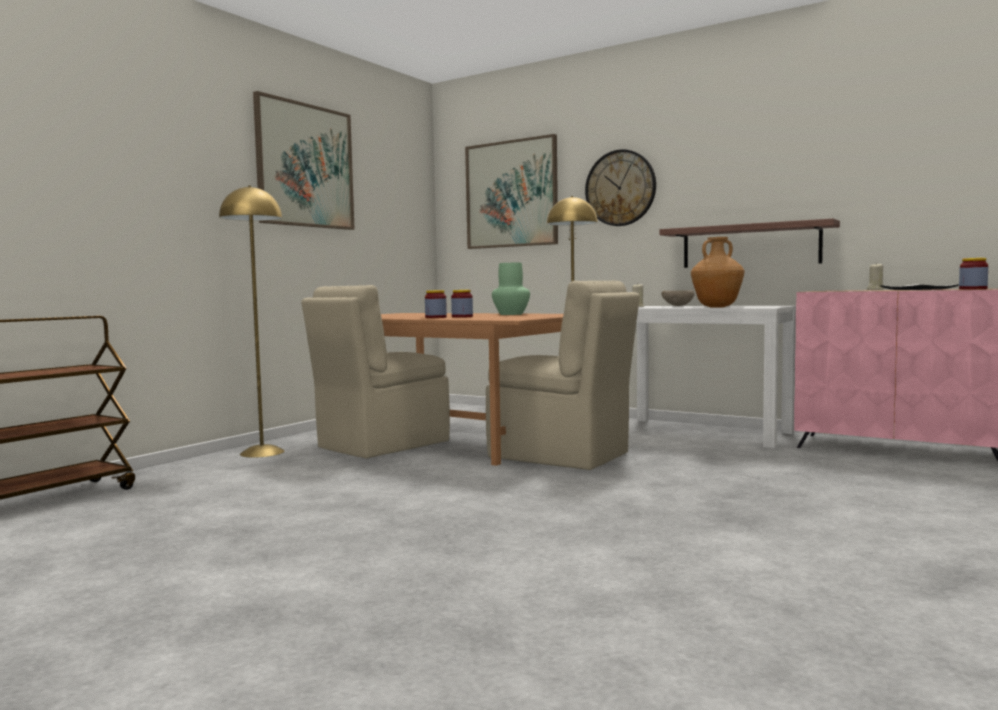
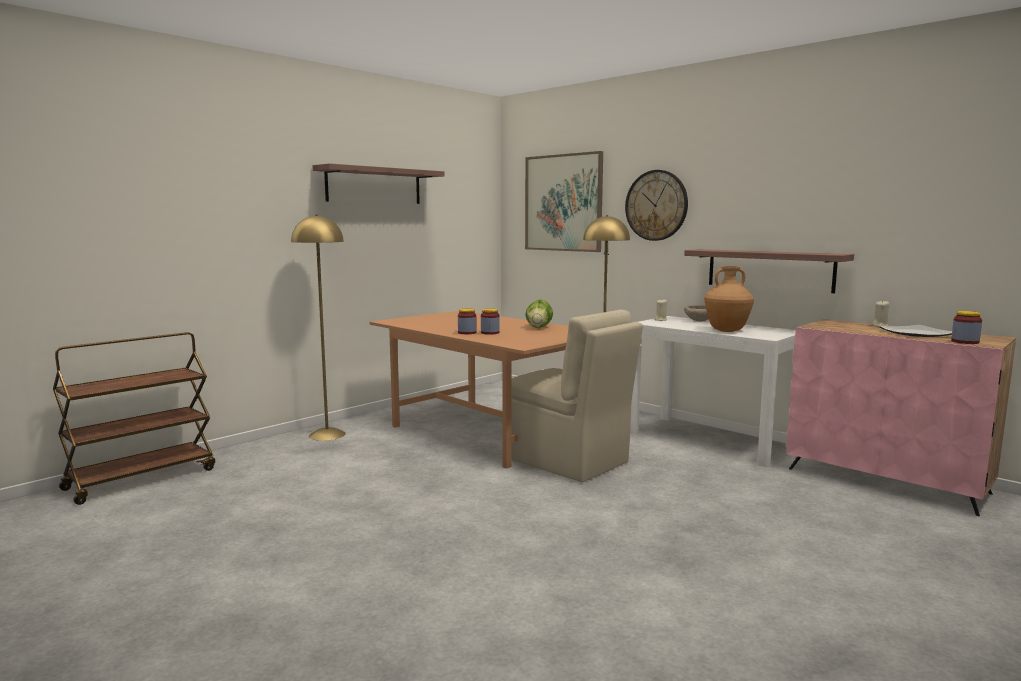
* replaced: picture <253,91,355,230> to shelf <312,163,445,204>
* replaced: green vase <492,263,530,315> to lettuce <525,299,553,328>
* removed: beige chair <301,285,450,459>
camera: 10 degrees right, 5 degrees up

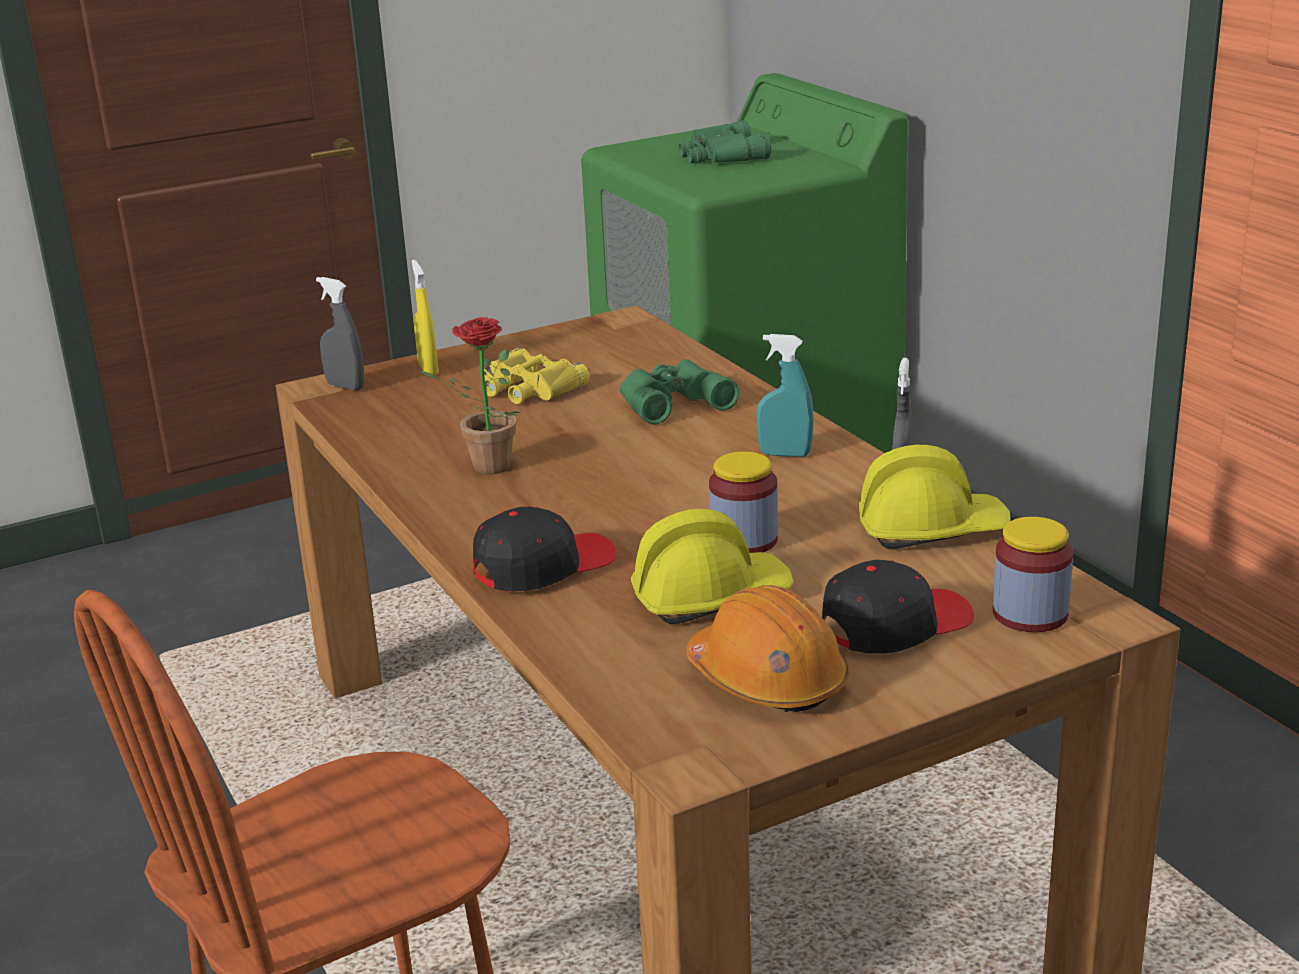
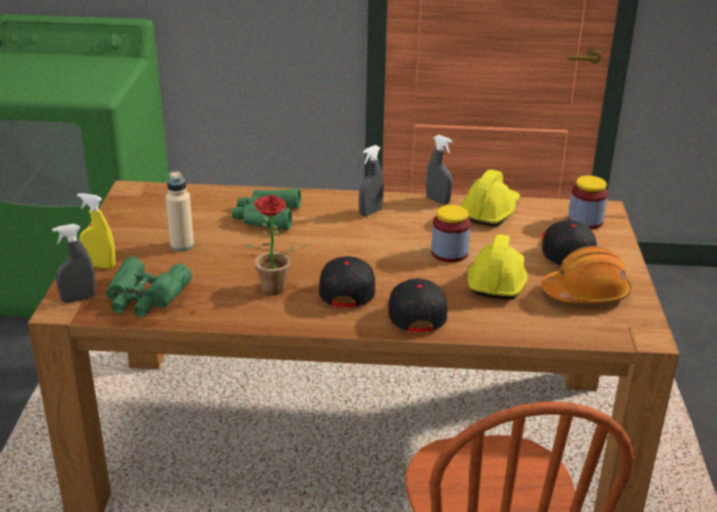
* moved: green binoculars <678,120,771,163> to <106,257,192,317>
* recoloured: turquoise spray bottle <757,334,814,457> to grey spray bottle <359,145,384,216>
* replaced: yellow binoculars <484,348,590,404> to beige bottle <166,171,194,251>
* added: black cap <319,256,375,307>
camera: 60 degrees left, 5 degrees up

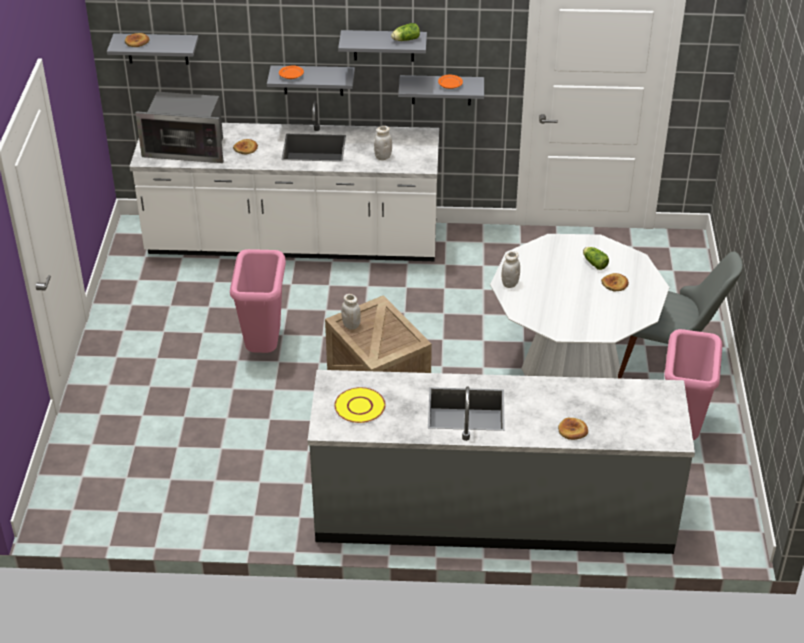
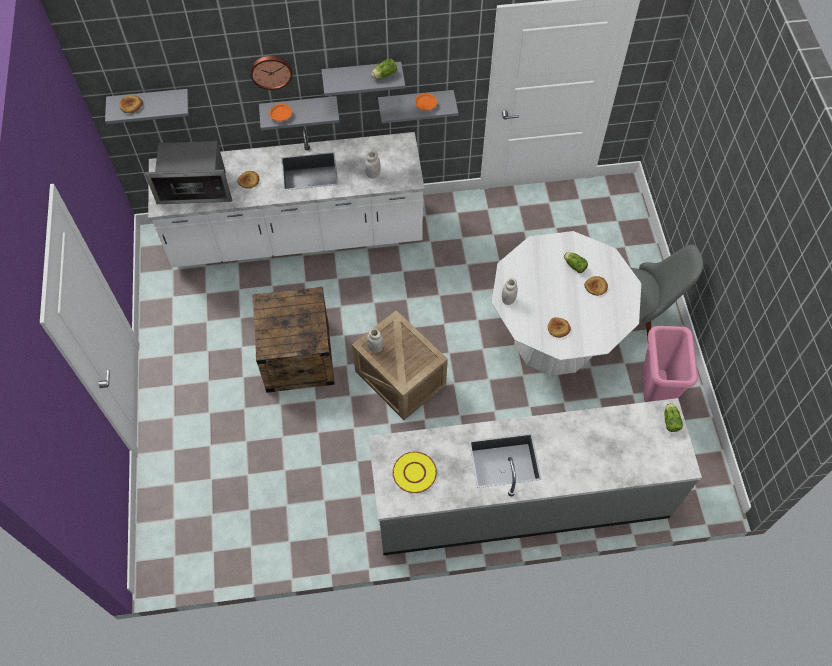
* replaced: pink trash can <230,249,286,353> to crate <252,287,335,393>
* moved: bread <558,418,588,440> to <548,317,571,338>
* added: wall clock <250,56,293,90>
* added: lettuce <664,403,683,432>
camera: 10 degrees left, 20 degrees up

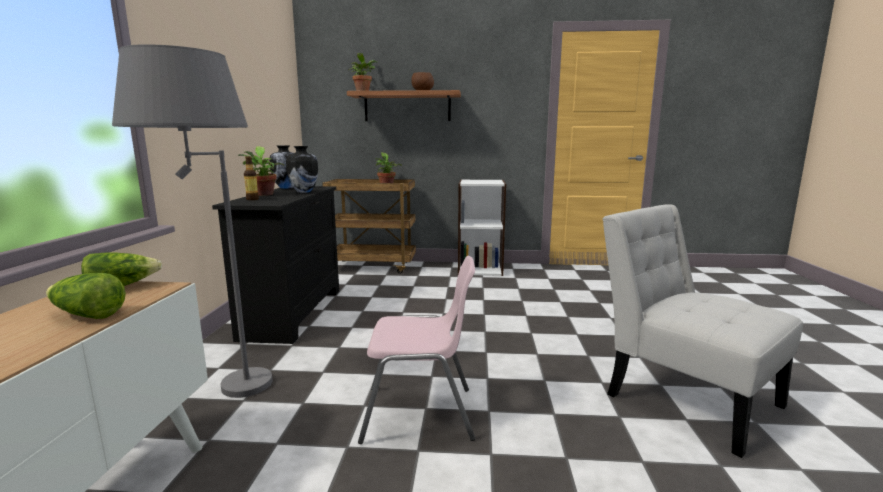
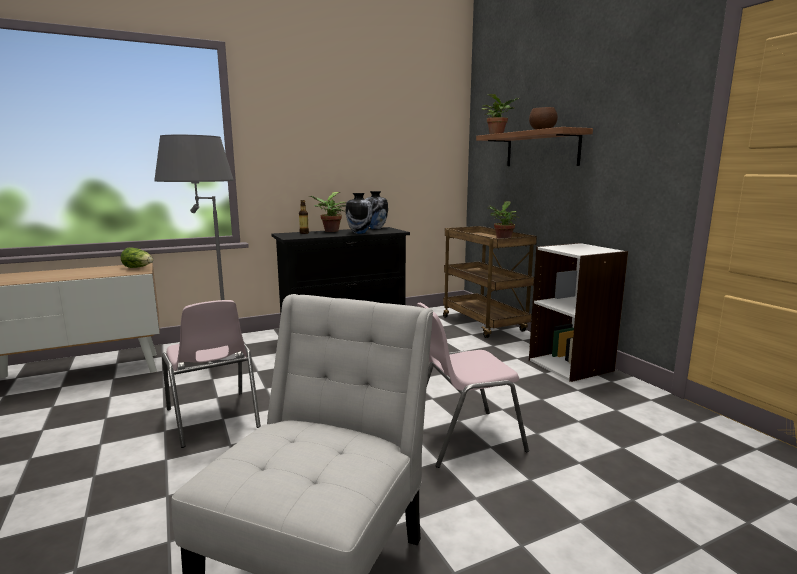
* removed: lettuce <46,273,126,319>
* added: pink chair <417,302,529,468>
camera: 60 degrees right, 0 degrees up

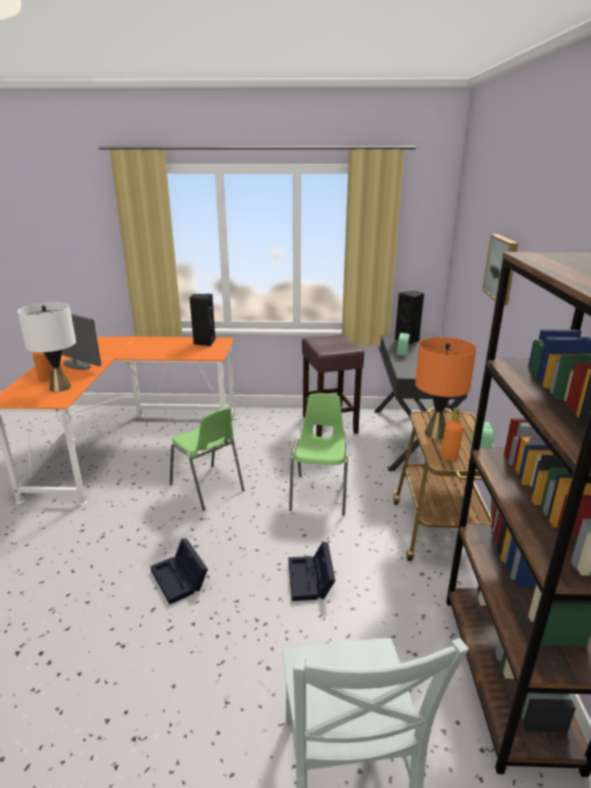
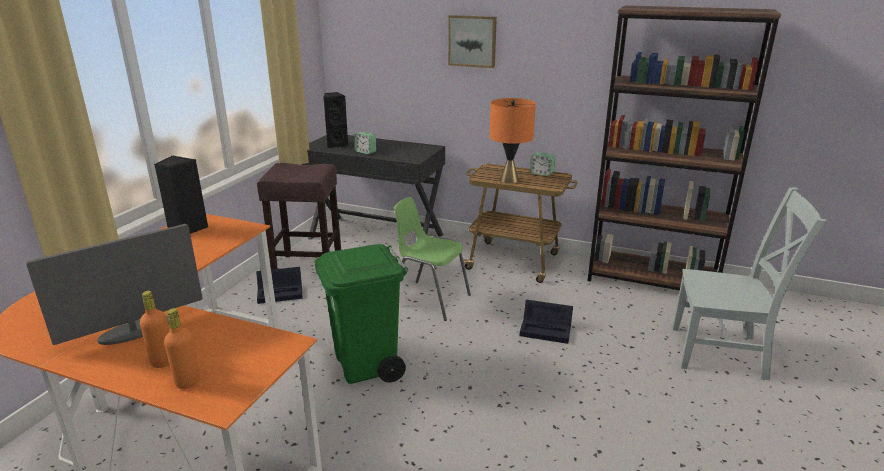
* removed: white table lamp <17,302,76,392>
* replaced: green chair <170,407,245,511> to green trash can <314,244,408,384>
* moved: orange bottle <442,408,463,461> to <164,308,200,389>
* moved: black storage box <150,539,208,604> to <256,267,303,304>
camera: 70 degrees left, 0 degrees up

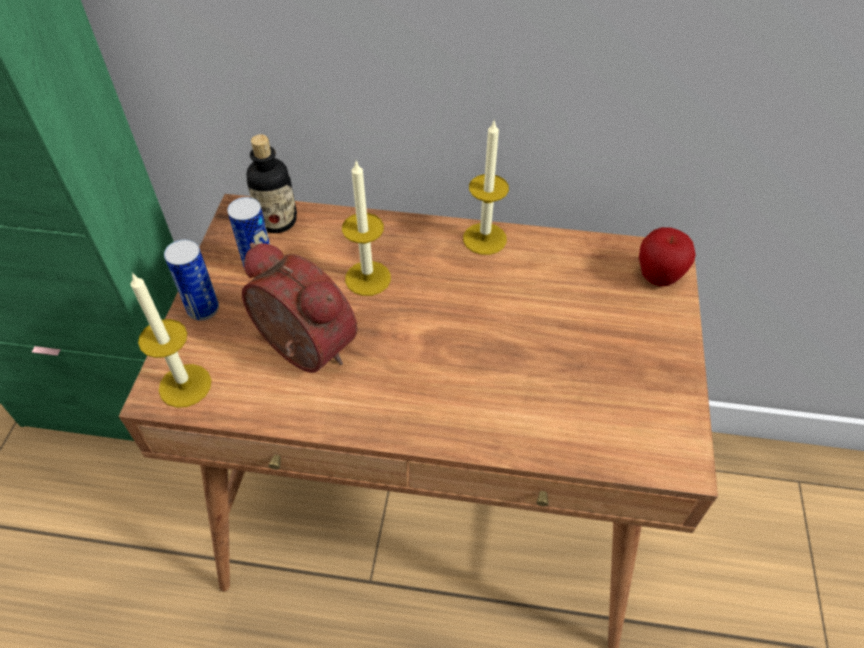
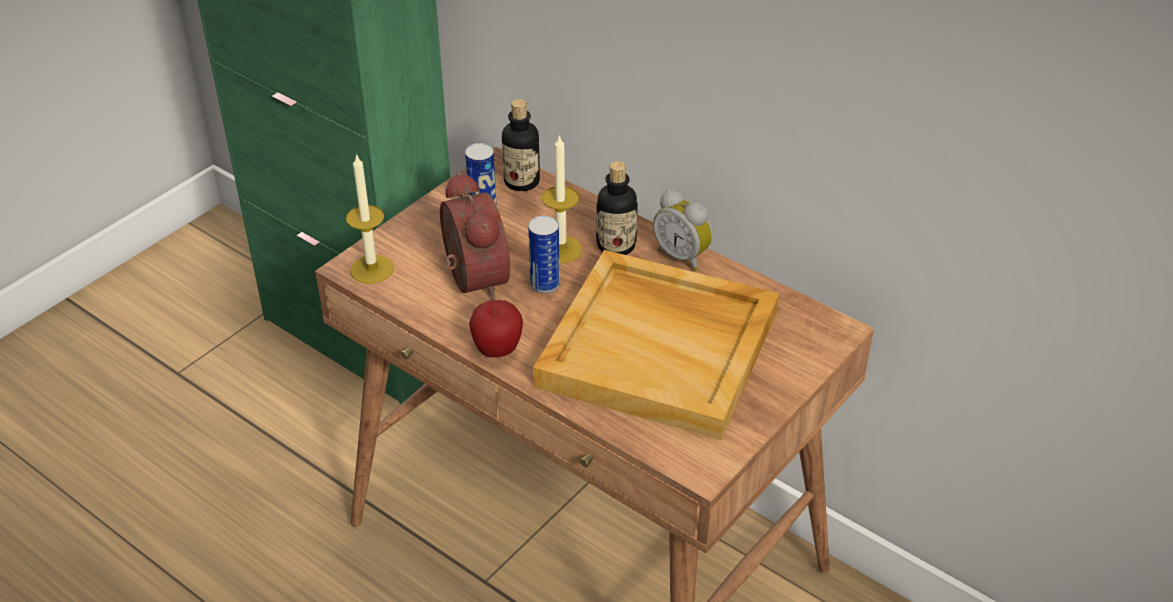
* replaced: candle <463,119,509,255> to alarm clock <653,190,713,271>
* moved: apple <639,227,696,286> to <469,300,523,357>
* moved: can <164,239,219,320> to <528,216,560,294>
* added: bottle <596,161,638,255>
* added: beige tray <533,250,779,440>
camera: 30 degrees right, 10 degrees down

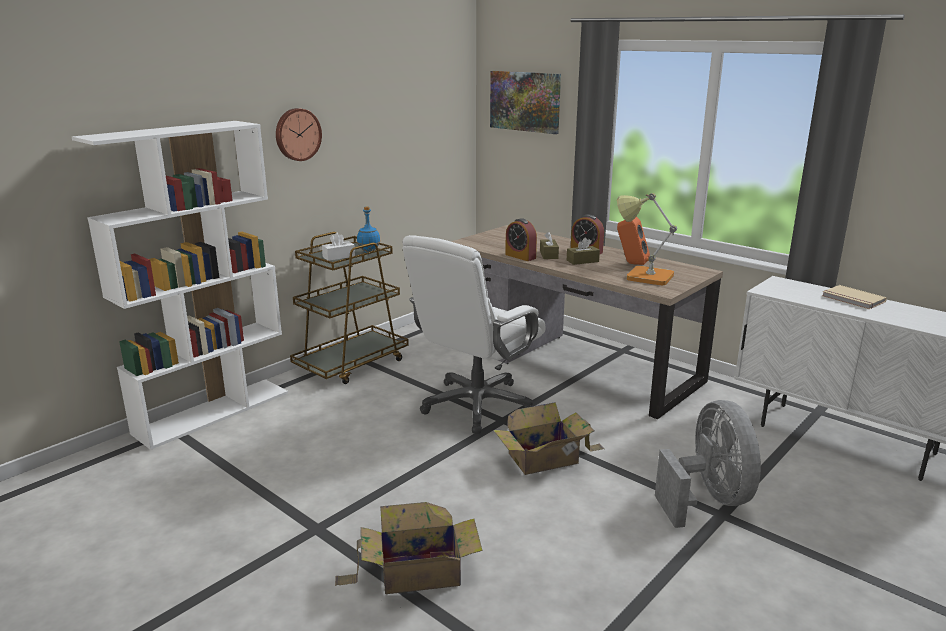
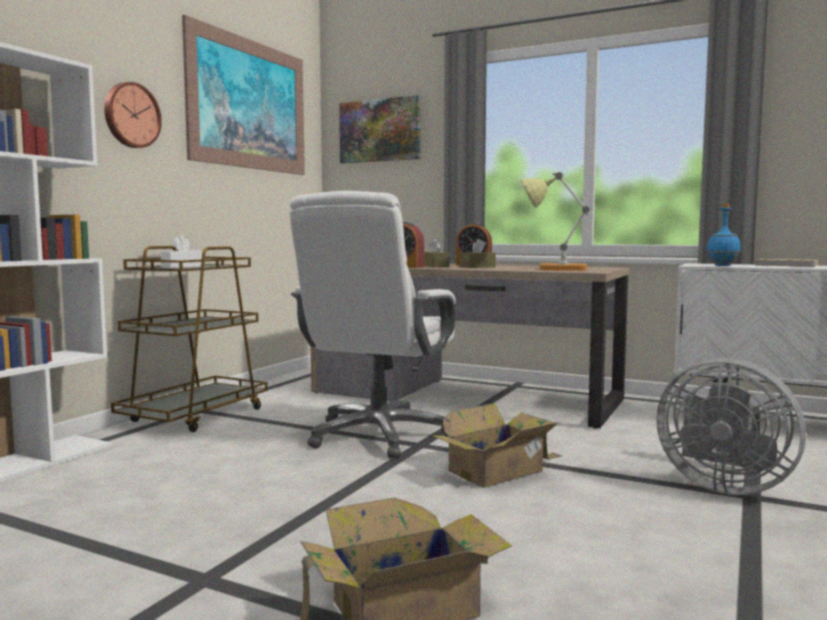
* moved: blue bottle <357,206,380,253> to <707,204,741,266>
* removed: orange speaker <617,217,650,265>
* turned: grey fan <655,400,761,528> = <656,358,806,495> 150 degrees clockwise
* added: picture <182,15,305,175>
camera: 15 degrees left, 15 degrees down

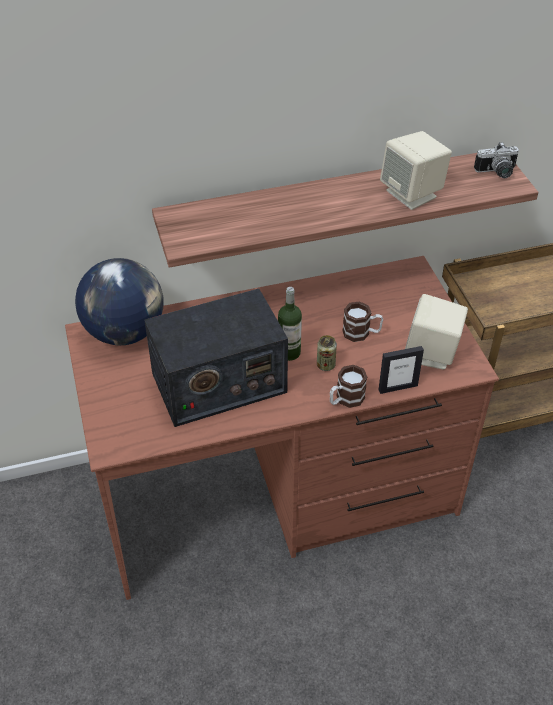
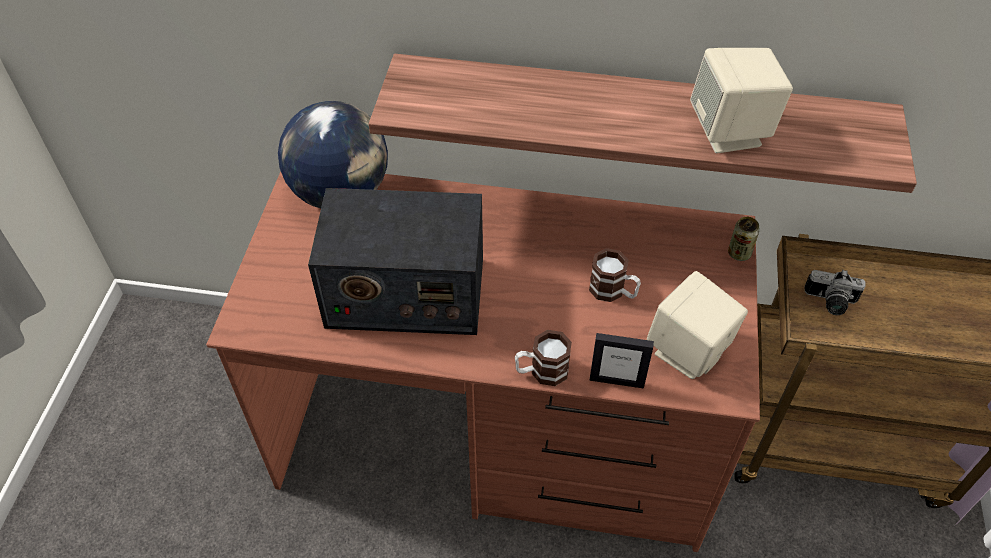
* moved: photo camera <474,142,519,178> to <804,270,866,315>
* removed: bottle <278,287,302,361>
* moved: can <317,335,337,371> to <728,217,760,261>
camera: 25 degrees right, 5 degrees up

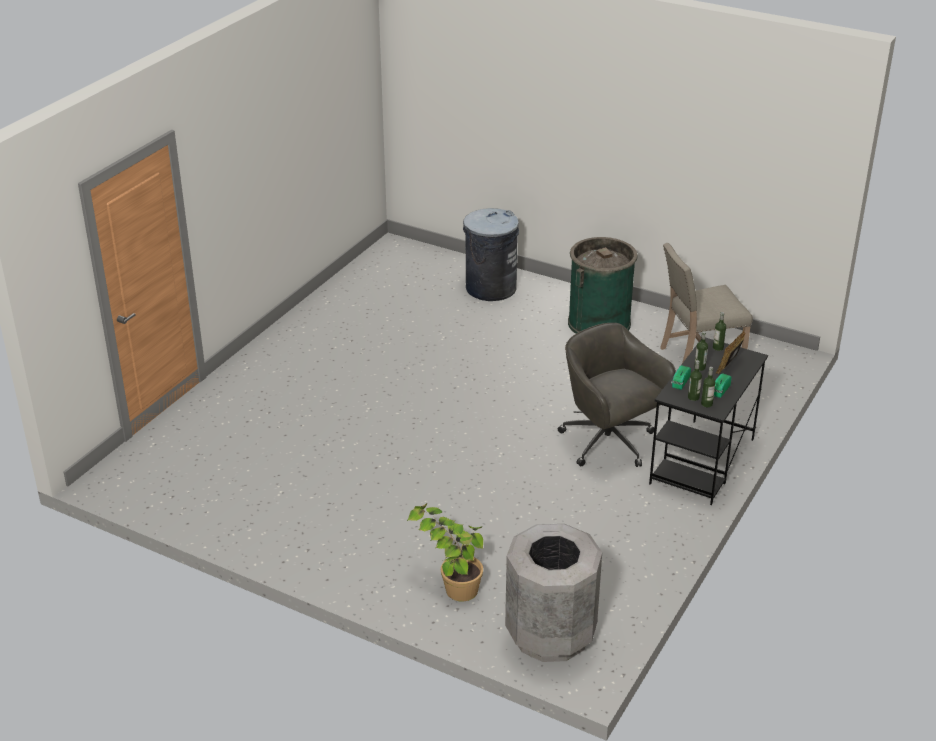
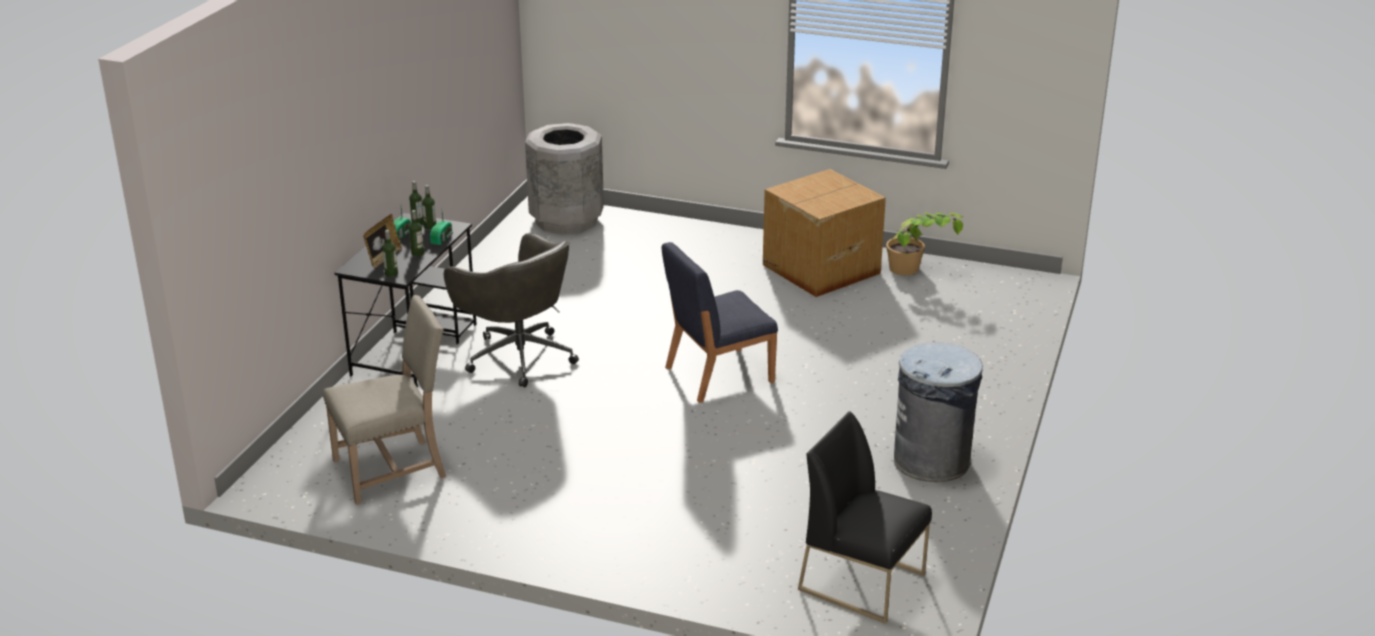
* moved: grey trash can <463,208,519,301> to <894,342,983,482>
* removed: green trash can <568,237,638,334>
* moved: potted plant <407,503,483,602> to <886,212,963,275>
* added: cardboard box <763,169,886,297>
* added: blue chair <662,242,778,403>
* added: black chair <798,411,932,624>
camera: 170 degrees right, 5 degrees down

